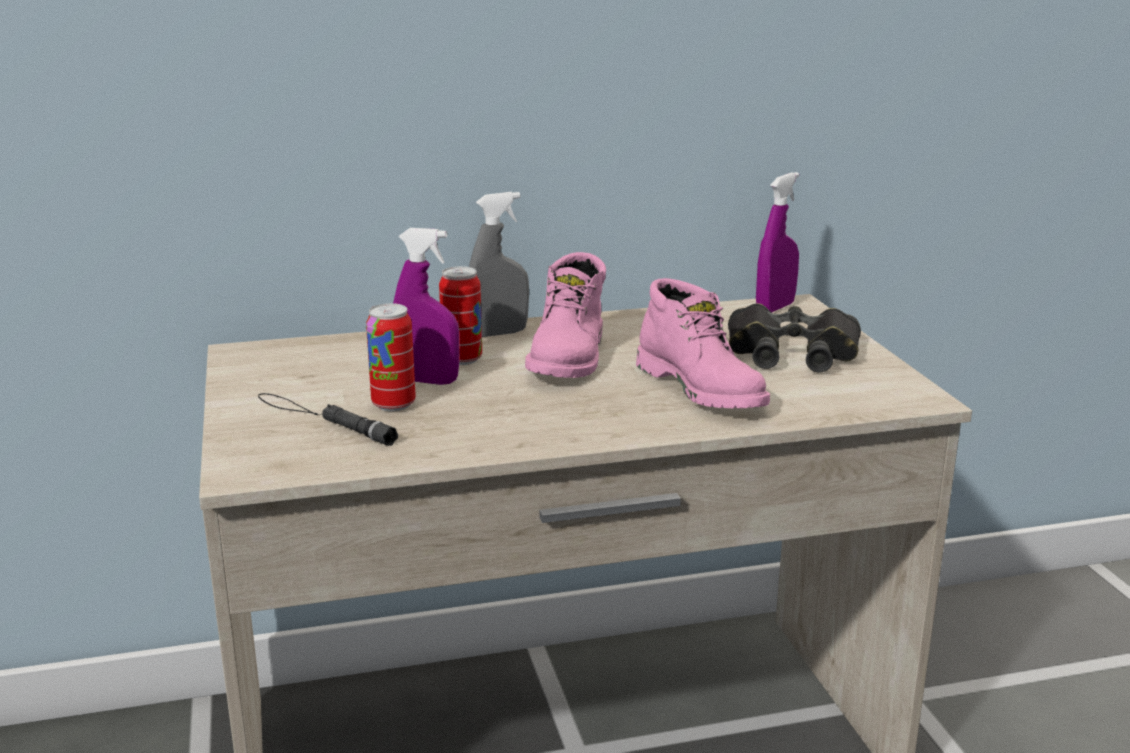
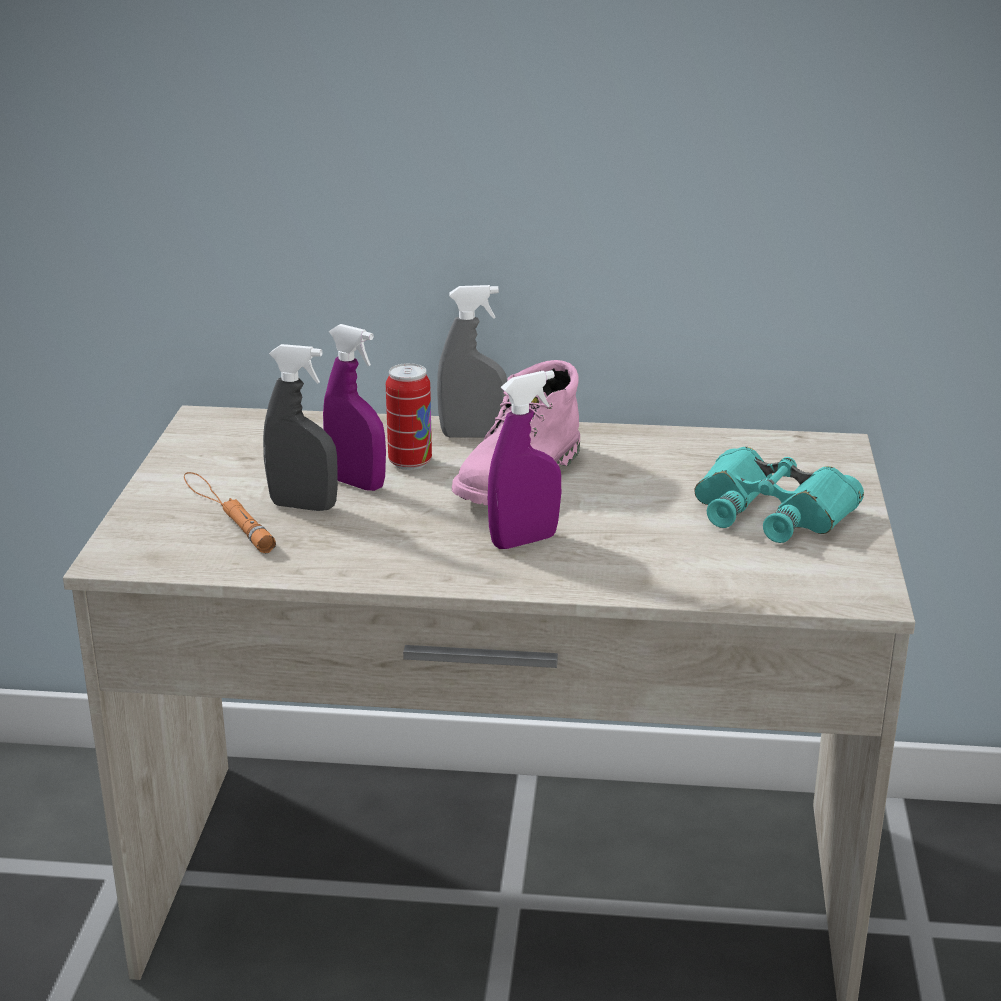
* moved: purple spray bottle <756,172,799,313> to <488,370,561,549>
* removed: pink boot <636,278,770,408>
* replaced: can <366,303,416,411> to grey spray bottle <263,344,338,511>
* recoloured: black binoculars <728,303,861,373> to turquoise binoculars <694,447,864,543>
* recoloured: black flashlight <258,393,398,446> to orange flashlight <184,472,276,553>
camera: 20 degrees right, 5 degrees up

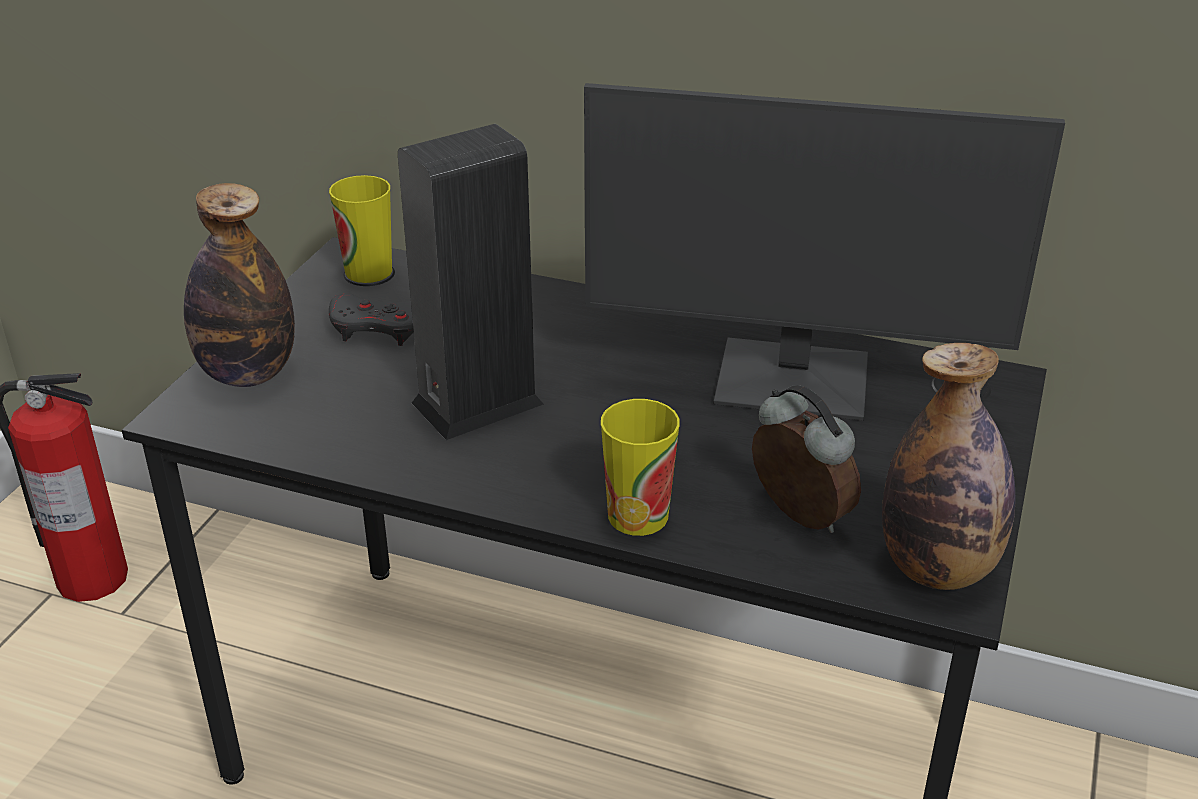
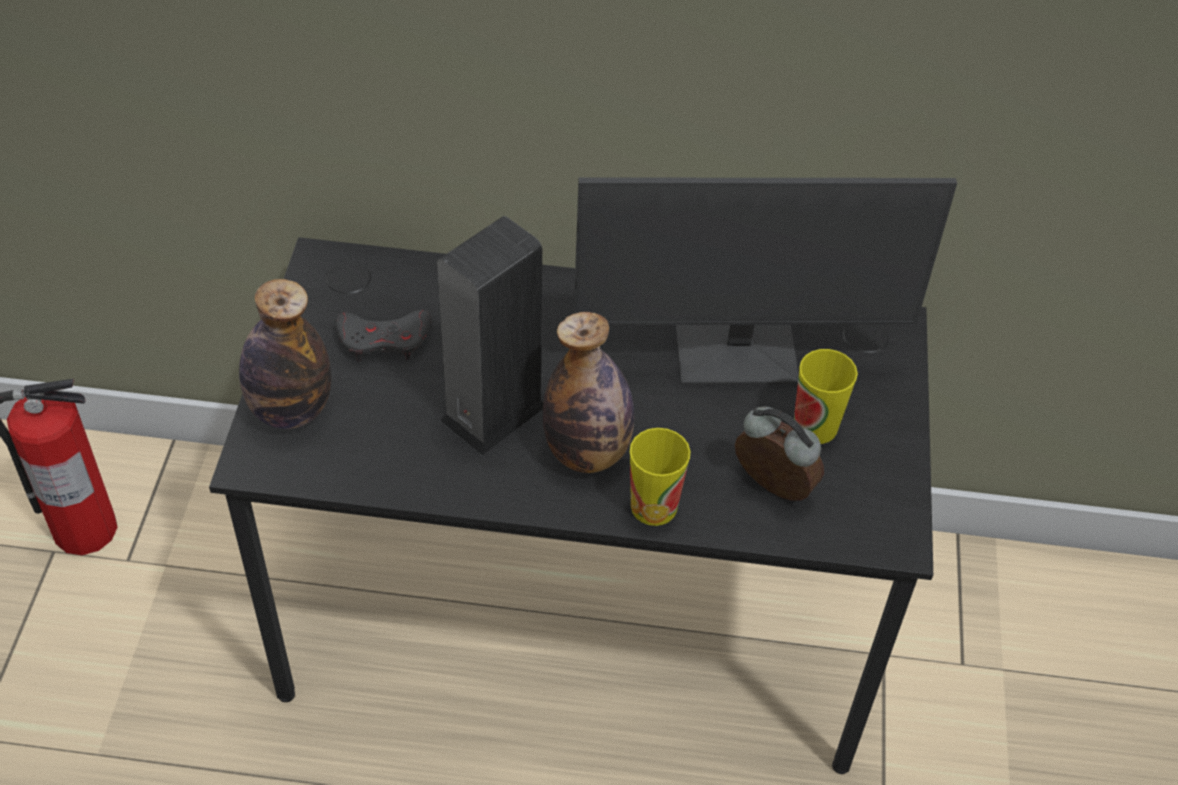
* moved: cup <329,175,392,283> to <794,349,858,444>
* moved: bottle <882,343,1015,590> to <543,312,634,473>
camera: 15 degrees left, 15 degrees up

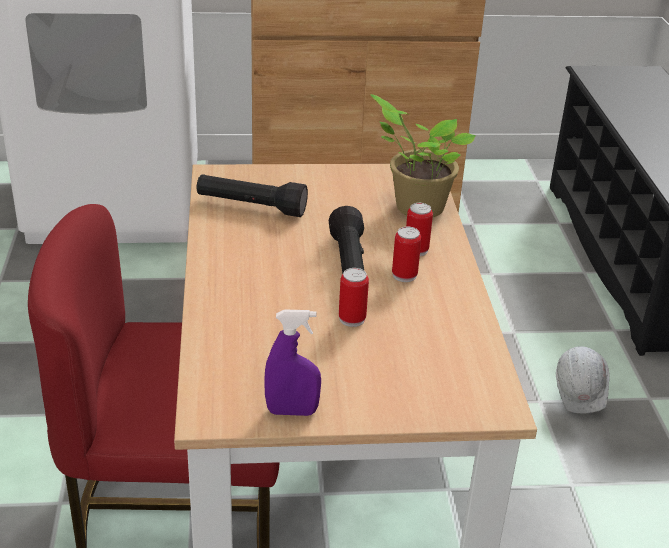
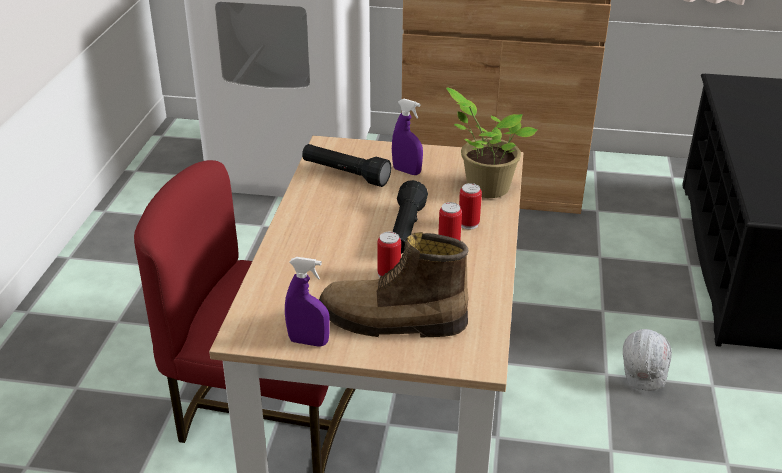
* added: purple spray bottle <392,99,423,175>
* added: boot <319,232,469,337>
camera: 15 degrees right, 0 degrees up

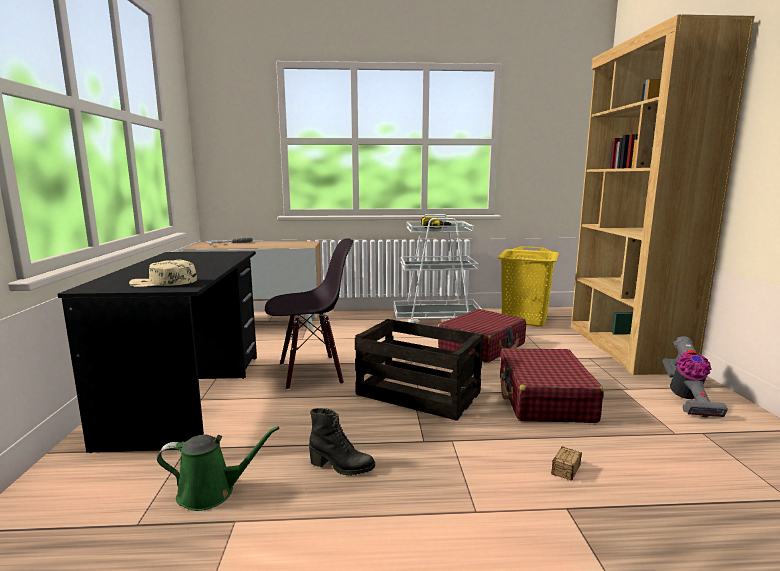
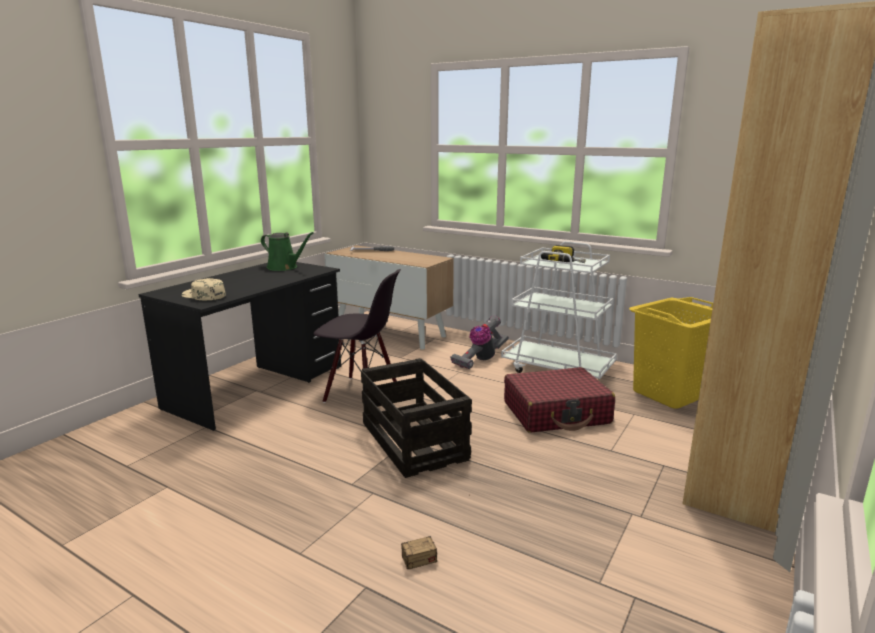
* moved: vacuum cleaner <663,336,728,417> to <450,315,509,369>
* removed: red suitcase <500,348,604,423>
* removed: black boot <309,408,375,476>
* moved: green watering can <157,426,279,511> to <261,232,314,271>
camera: 35 degrees right, 5 degrees up

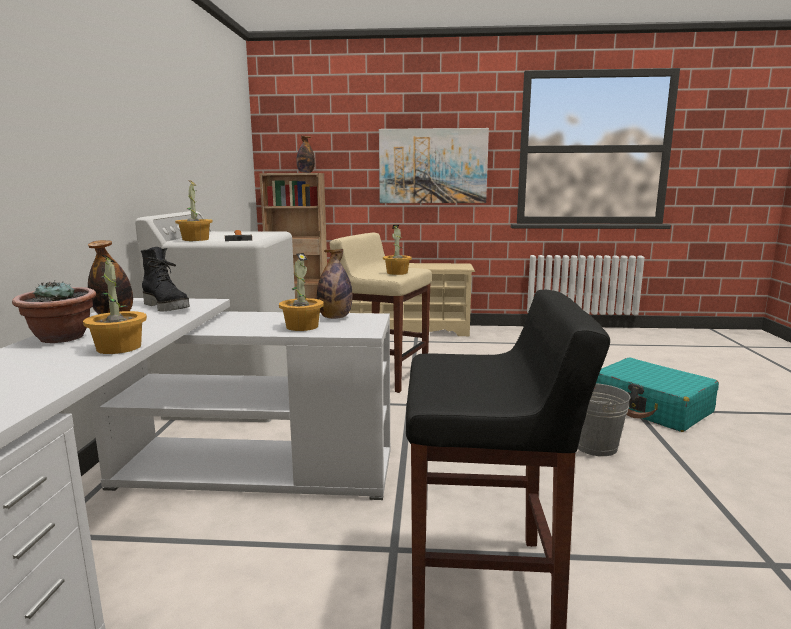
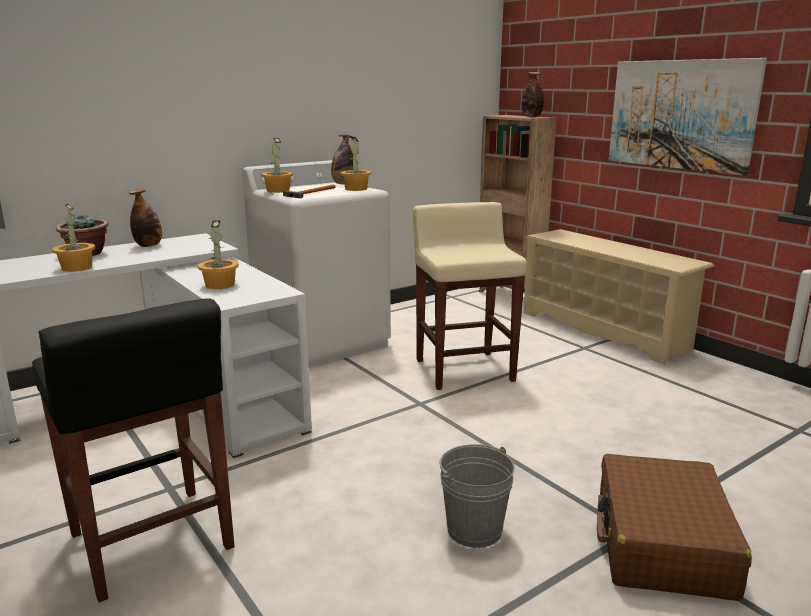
* moved: potted plant <383,225,412,275> to <341,137,371,191>
* removed: black boot <141,247,190,312>
* moved: bottle <317,249,353,319> to <331,135,353,185>
* recoloured: turquoise suitcase <596,357,719,432> to brown suitcase <597,454,752,601>
camera: 50 degrees right, 5 degrees up

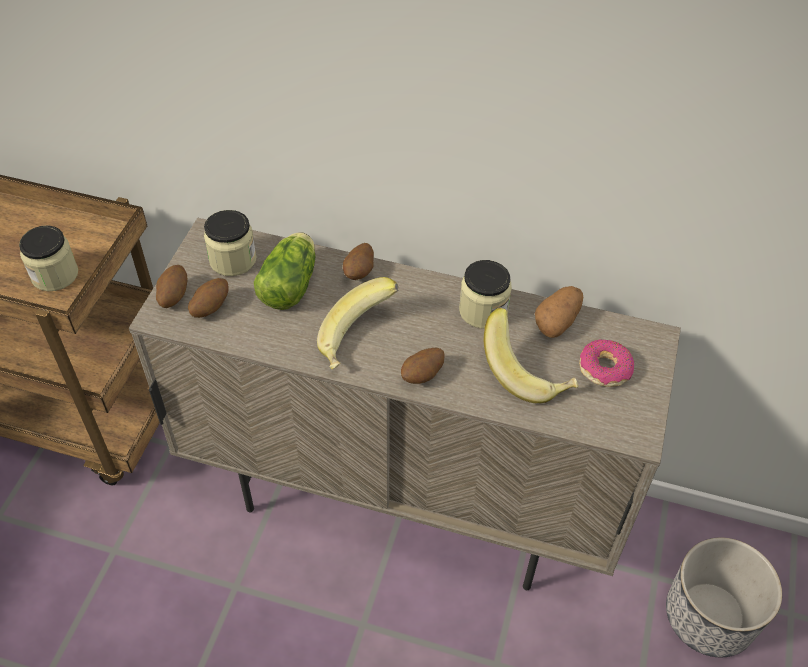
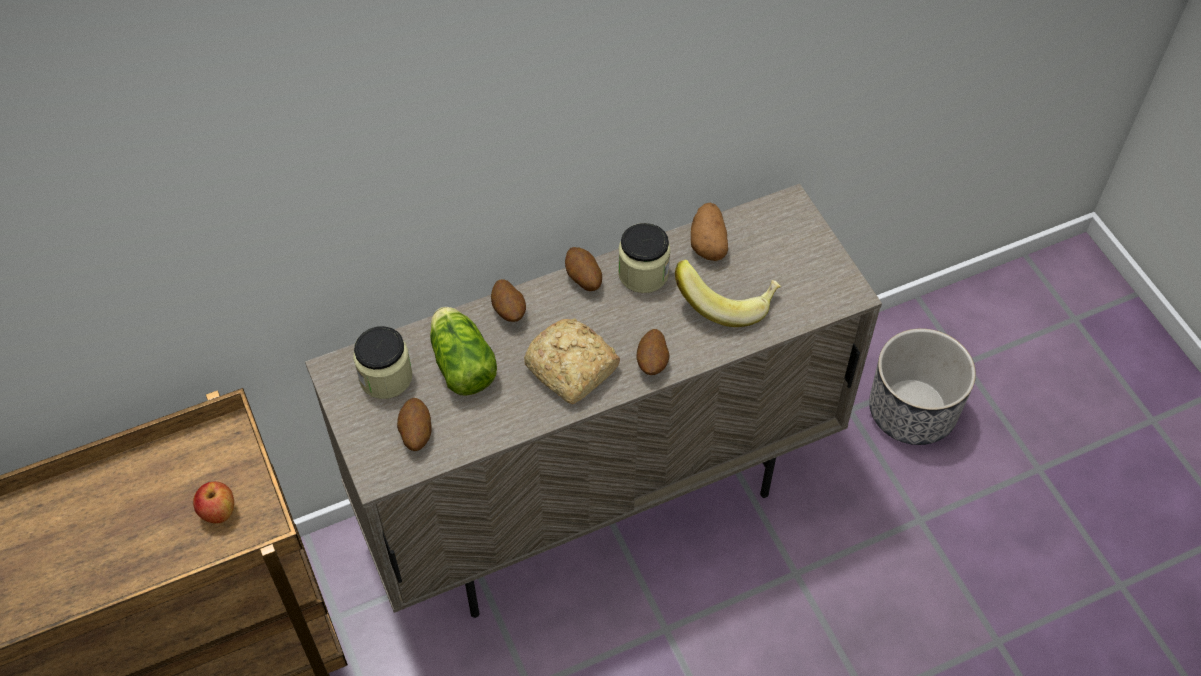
* replaced: jar <19,225,78,291> to apple <193,482,234,524>
* moved: potato <156,265,187,308> to <565,247,602,291>
* replaced: banana <317,277,398,369> to bread <524,318,620,404>
* removed: donut <579,340,634,387>
camera: 40 degrees left, 5 degrees up

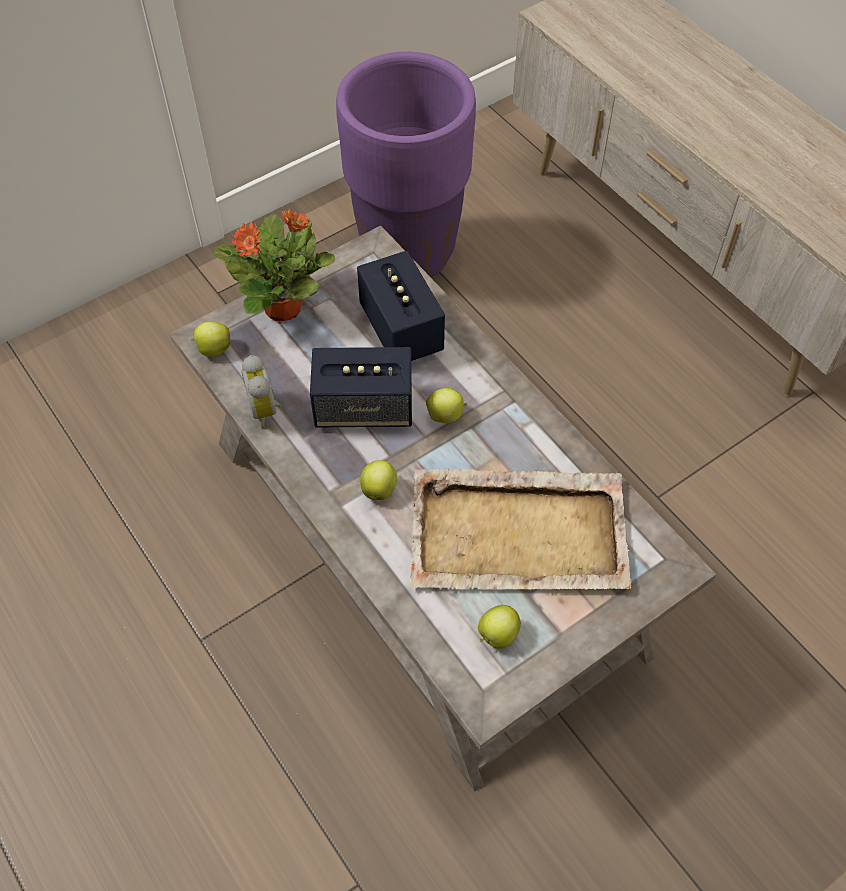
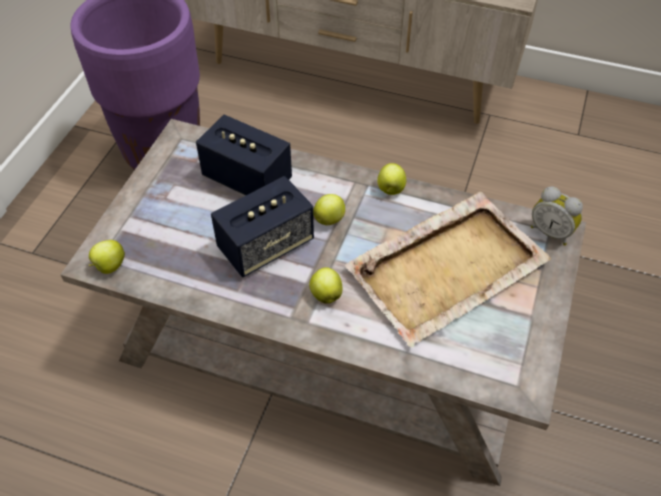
* removed: potted plant <213,208,335,321>
* moved: alarm clock <242,355,281,429> to <531,186,583,246>
* moved: apple <478,605,521,649> to <377,163,406,195>
camera: 35 degrees left, 5 degrees down

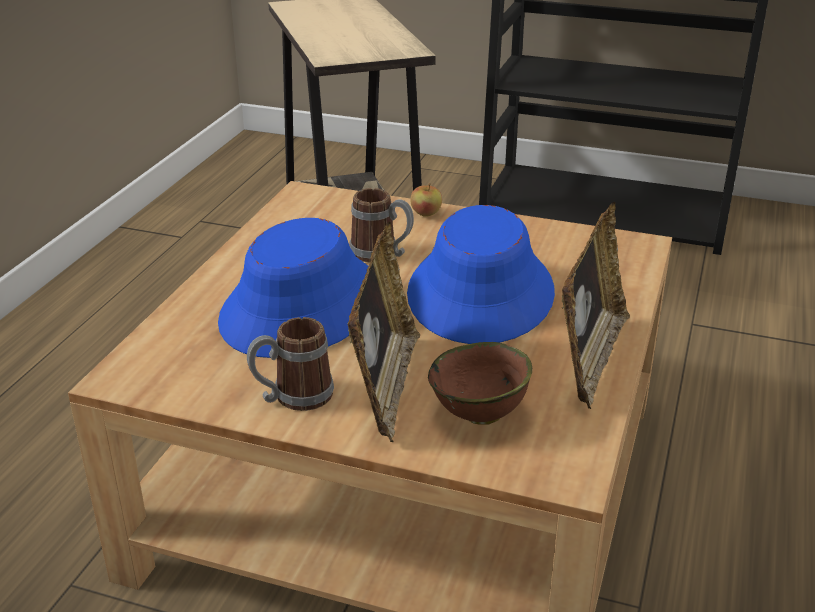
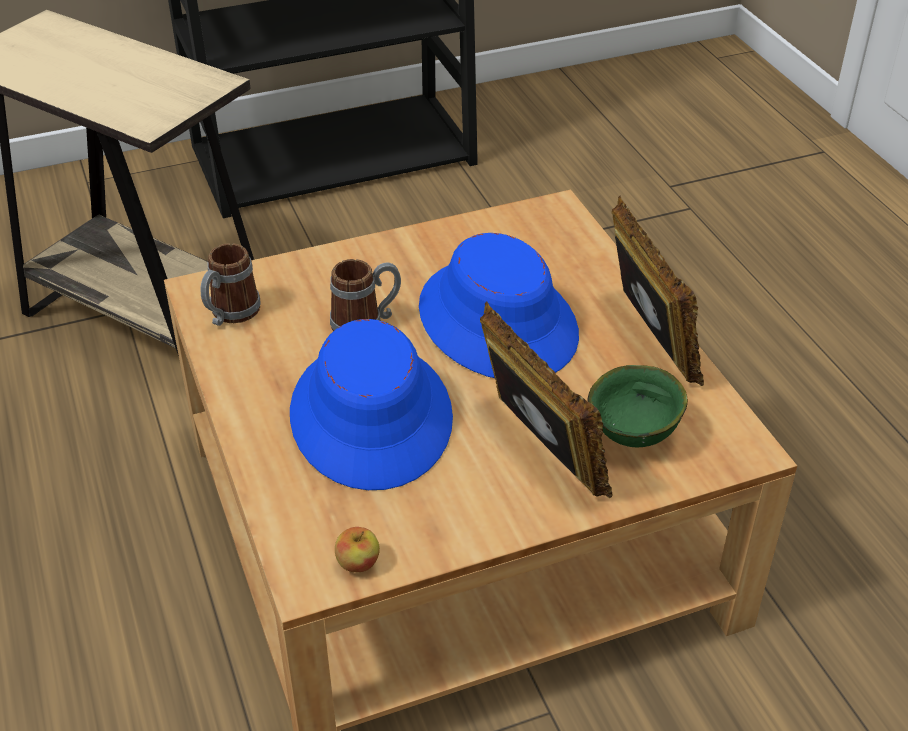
* moved: apple <410,183,442,217> to <335,527,380,572>
* moved: mug <247,317,334,411> to <201,243,261,326>
* recoloured: brown bowl <428,342,533,425> to green bowl <587,365,688,447>
camera: 40 degrees left, 10 degrees up

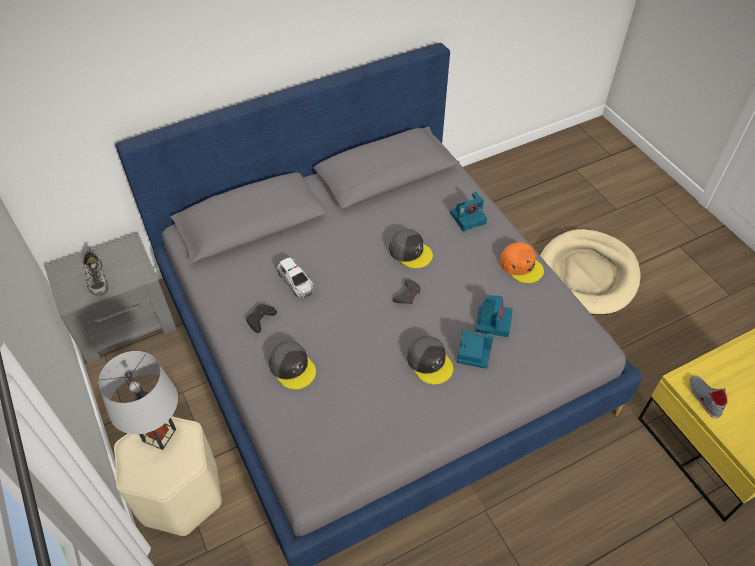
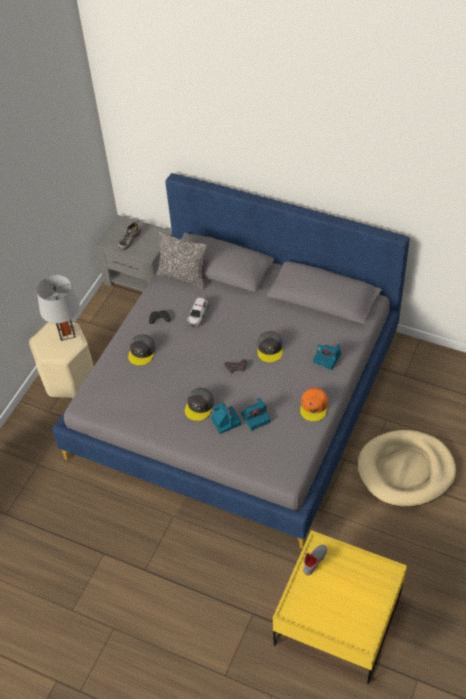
* added: pillow <157,232,207,289>
camera: 55 degrees right, 0 degrees up

